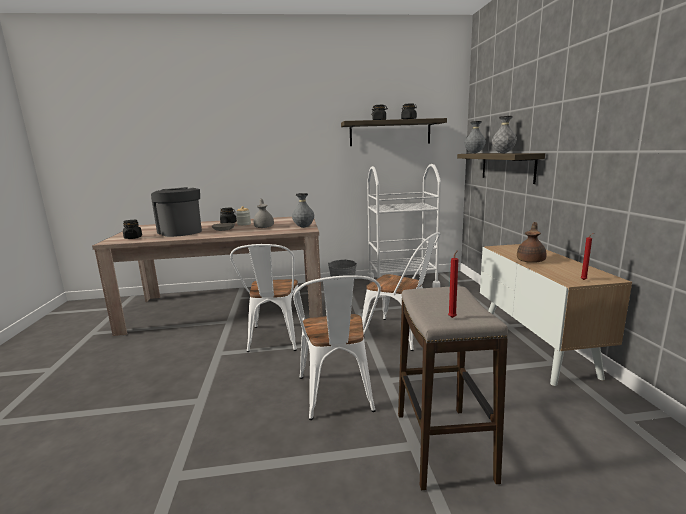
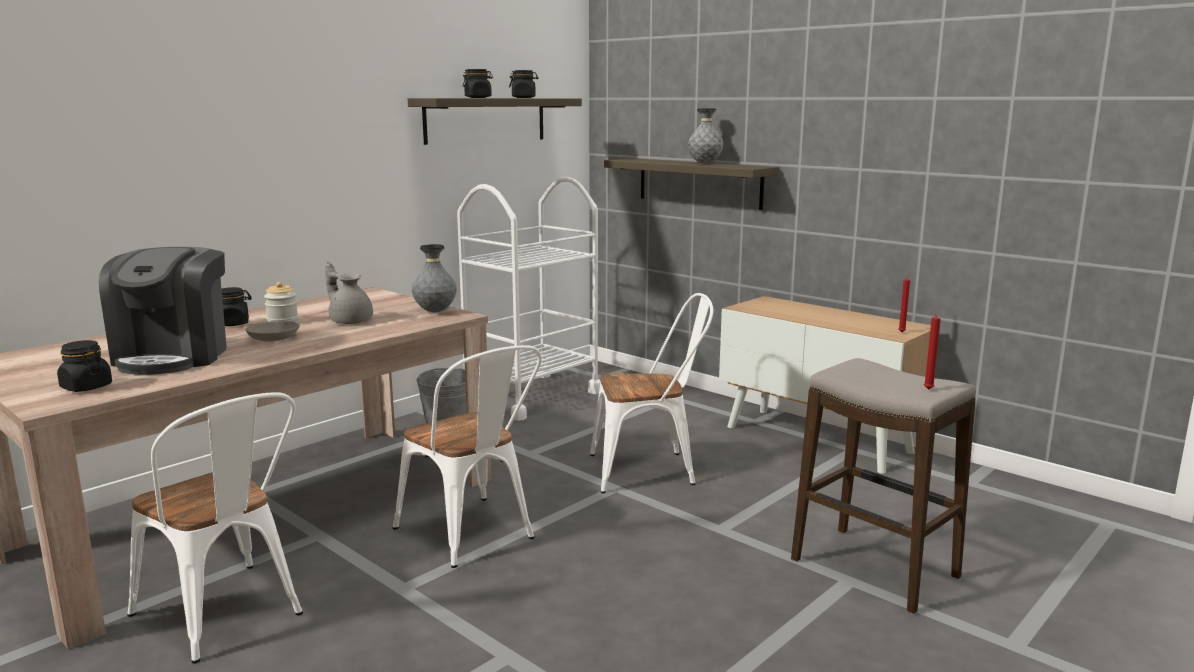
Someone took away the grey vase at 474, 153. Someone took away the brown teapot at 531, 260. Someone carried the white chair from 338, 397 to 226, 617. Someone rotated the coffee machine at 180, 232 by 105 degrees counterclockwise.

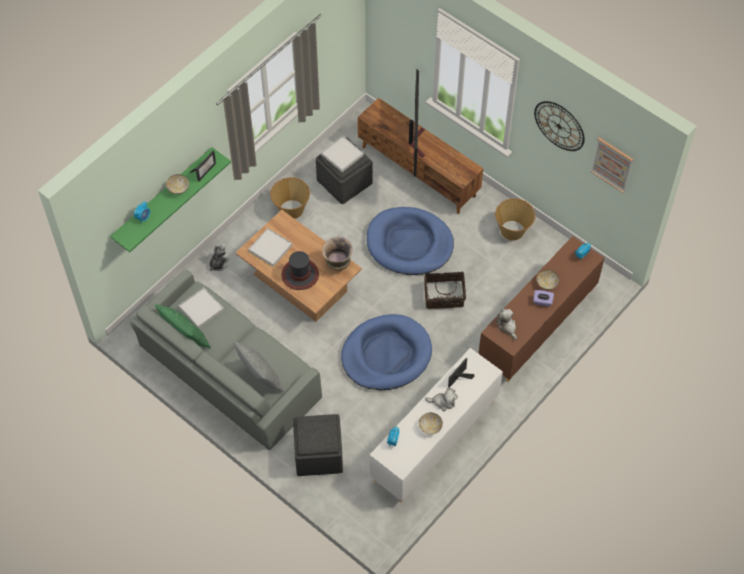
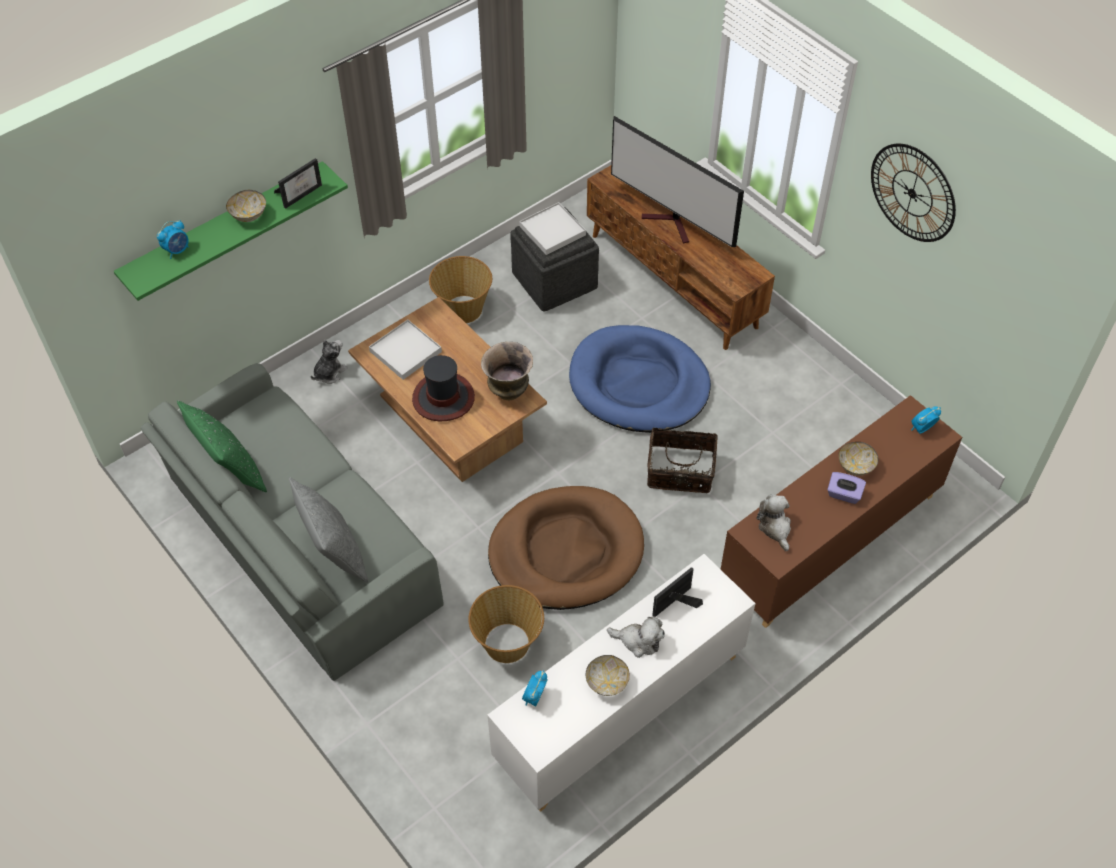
Someone took away the white tray at 201, 309. Someone took away the grey ottoman at 318, 454. Someone took away the picture at 612, 164. Someone carried the basket from 513, 230 to 508, 643. Someone repainted the blue dog bed at 386, 355, which became the brown dog bed at 566, 552. Someone rotated the television at 416, 141 by 120 degrees clockwise.

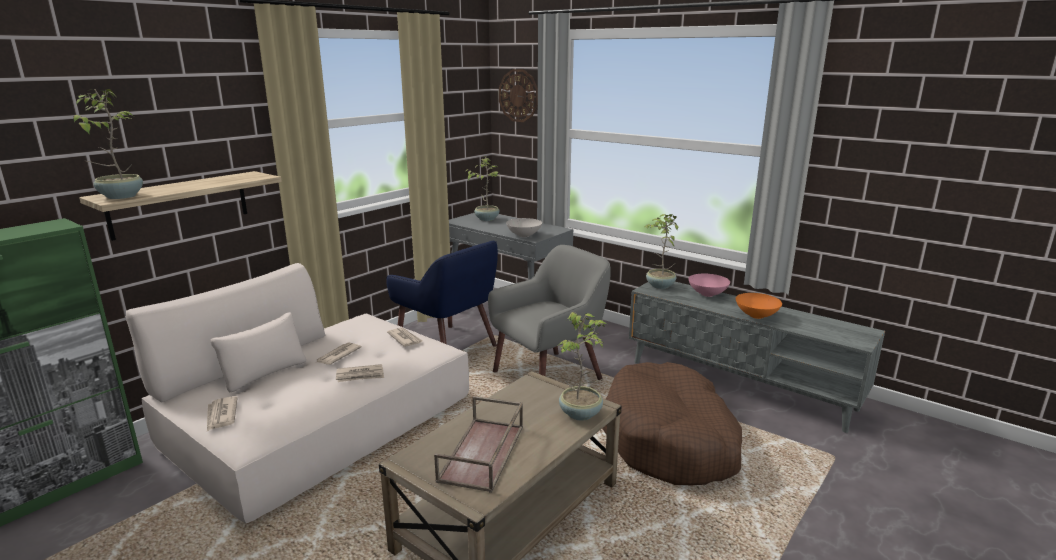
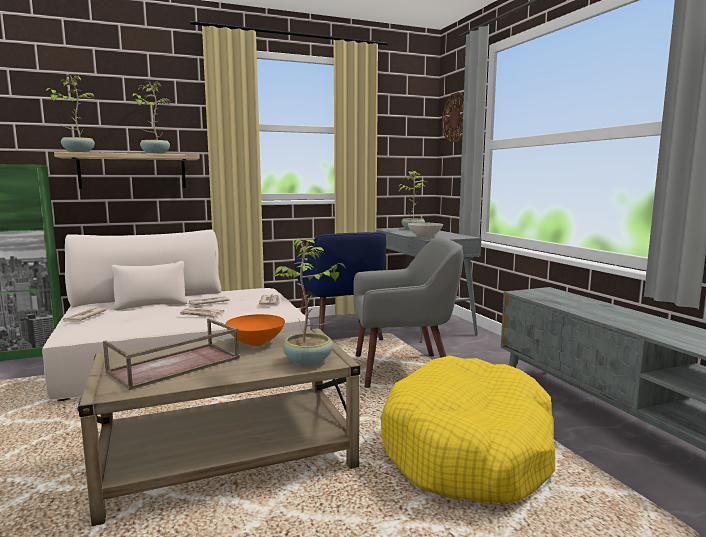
Someone took away the pink bowl at 707, 294. Someone carried the potted plant from 659, 286 to 155, 154. Someone carried the orange bowl from 755, 315 to 255, 343. Someone repainted the brown dog bed at 670, 440, which became the yellow dog bed at 468, 449.

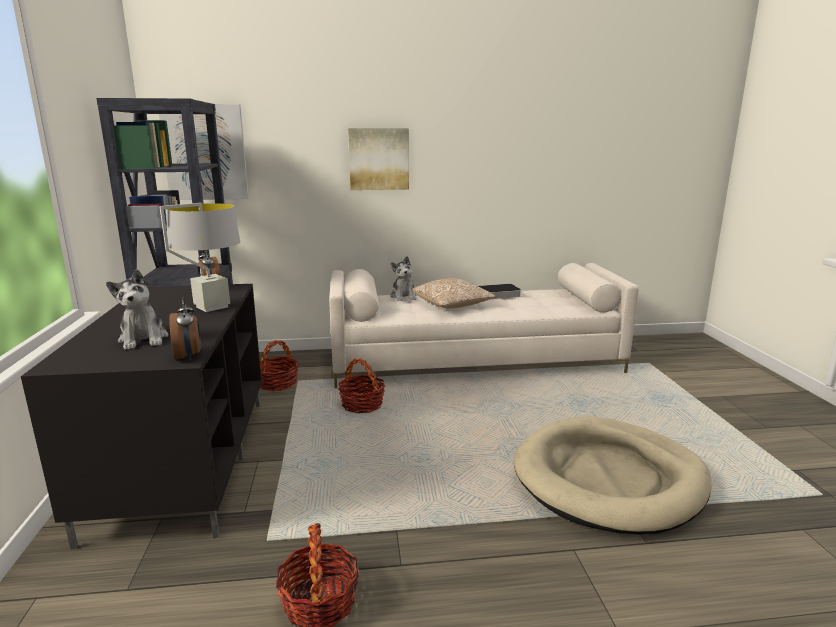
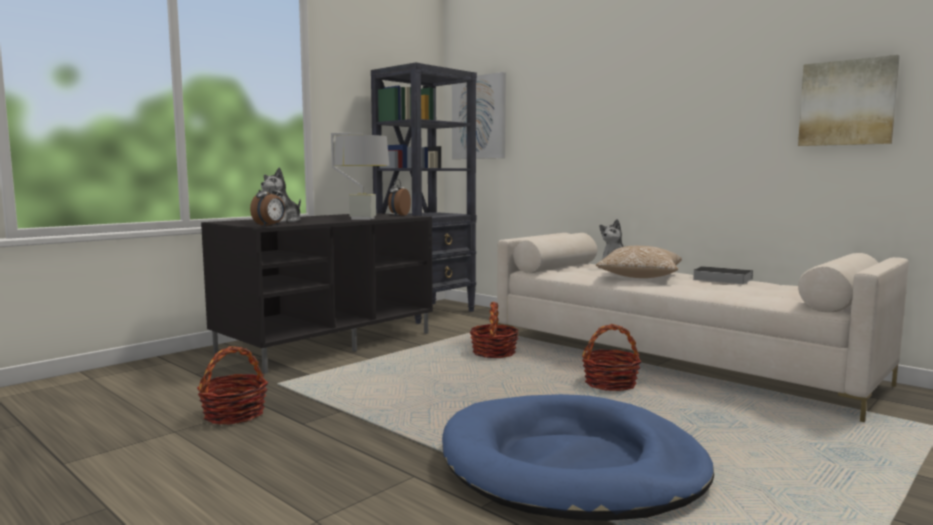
Someone carried the basket from 278, 383 to 610, 384. Someone carried the picture from 378, 159 to 847, 103. Someone repainted the beige dog bed at 609, 479, which became the blue dog bed at 571, 465.

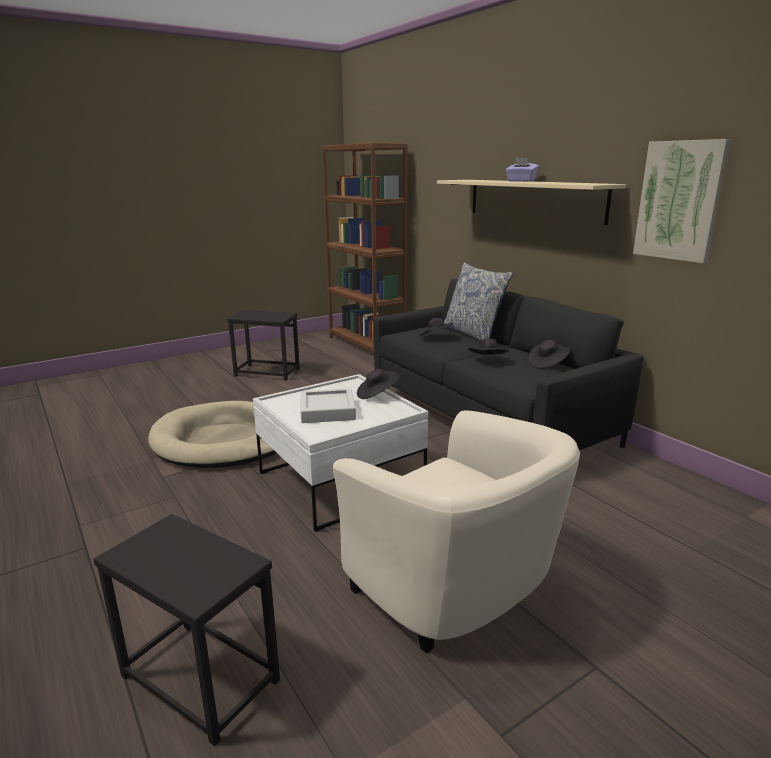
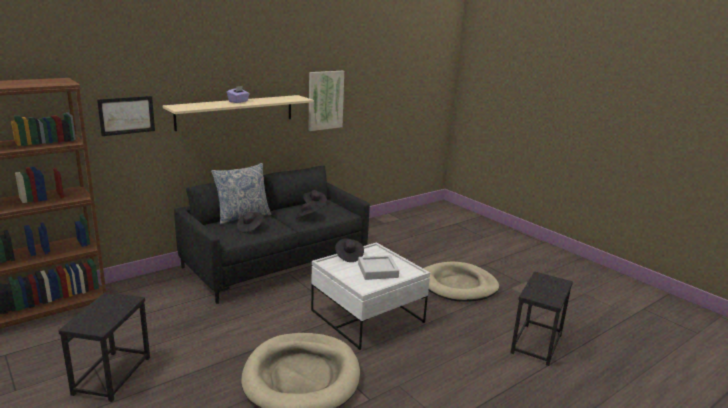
Someone put up the picture at 126, 115. Someone swapped the beige armchair at 457, 594 for the beige dog bed at 458, 285.

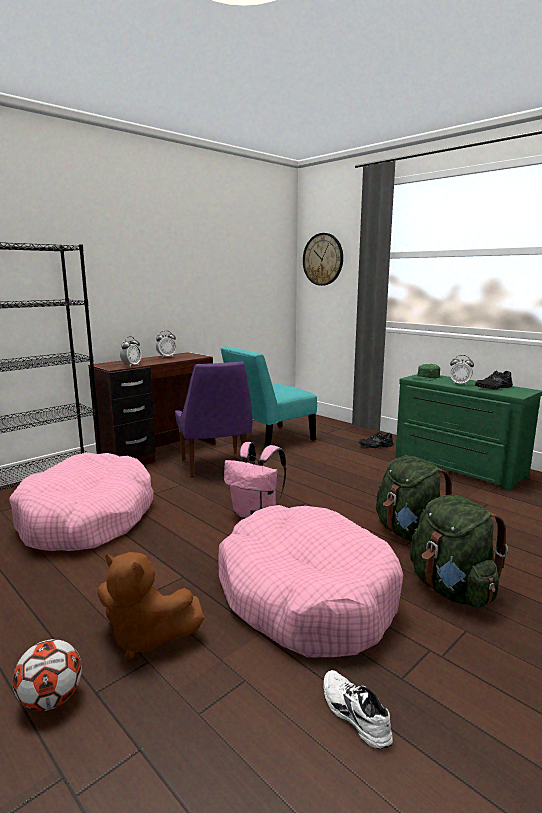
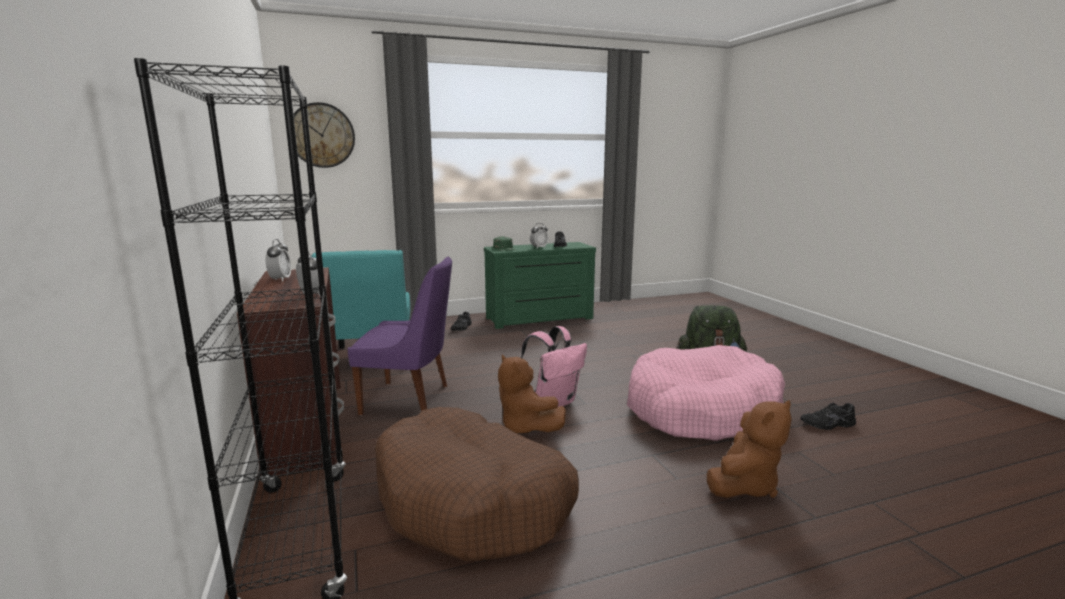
Someone took away the football at 51, 699. Someone took away the green backpack at 409, 533. Someone put down the brown plush toy at 525, 427. Someone repainted the pink dog bed at 87, 518, which became the brown dog bed at 473, 501. Someone repainted the white shoe at 353, 715, which became the black shoe at 828, 425.

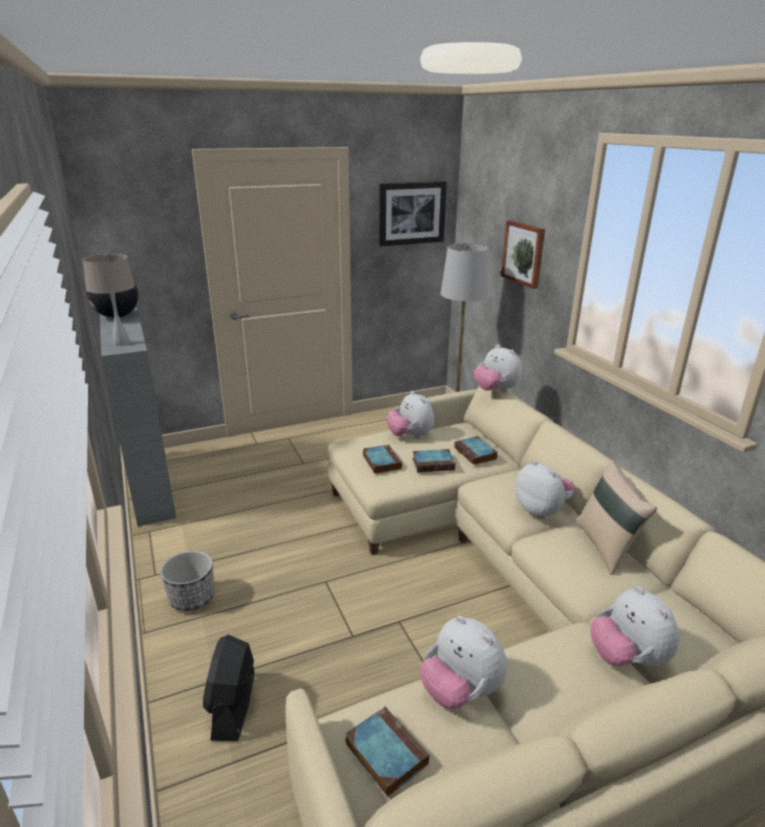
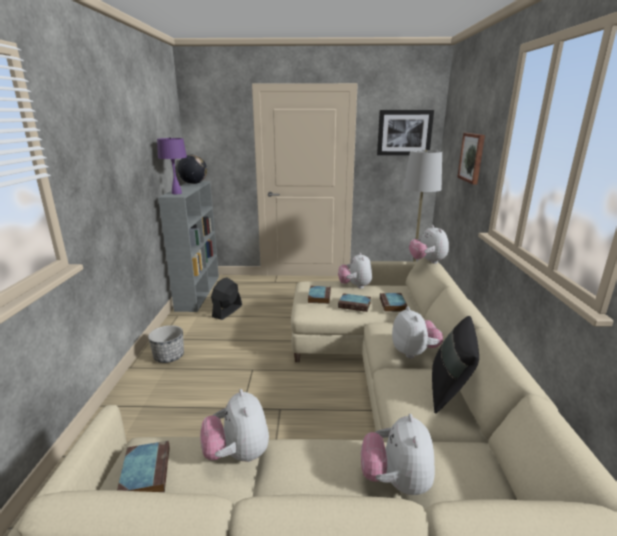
Someone carried the black fan from 233, 705 to 227, 311. Someone repainted the beige table lamp at 122, 343, which became the purple table lamp at 177, 193. Someone repainted the beige pillow at 606, 547, which became the black pillow at 449, 392.

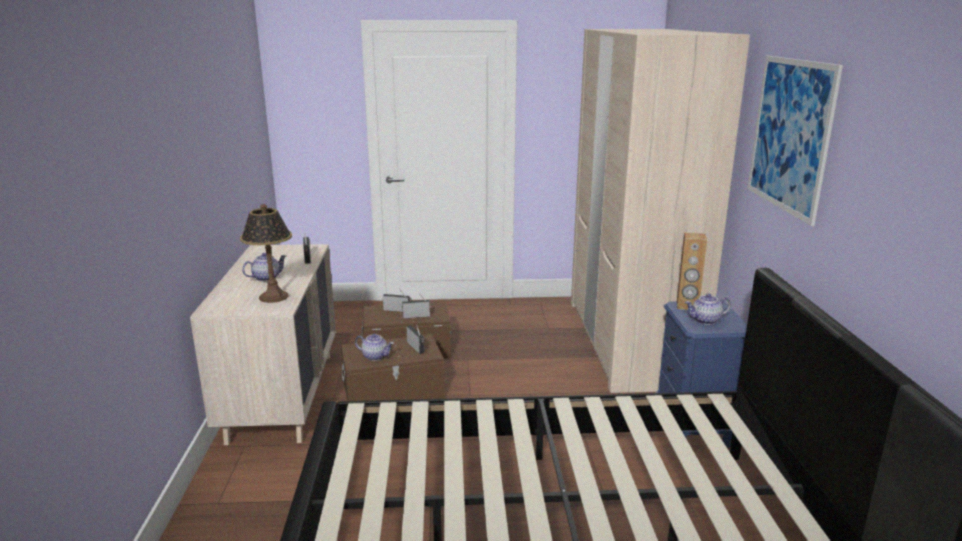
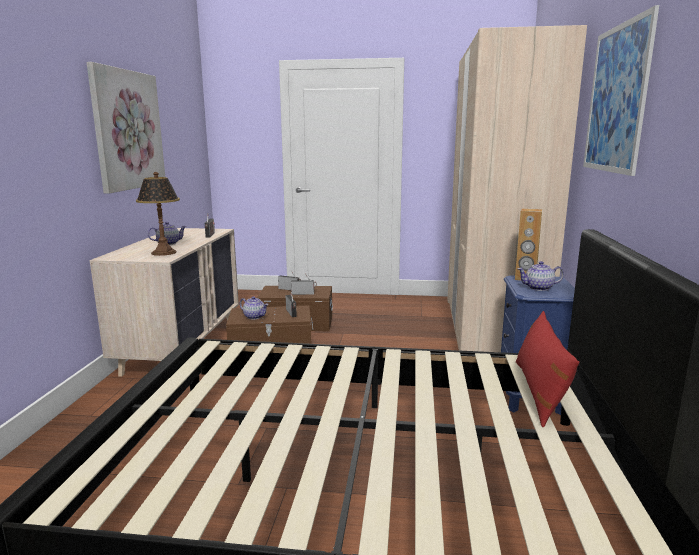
Someone put up the picture at 128, 130. Someone put down the red pillow at 540, 391.

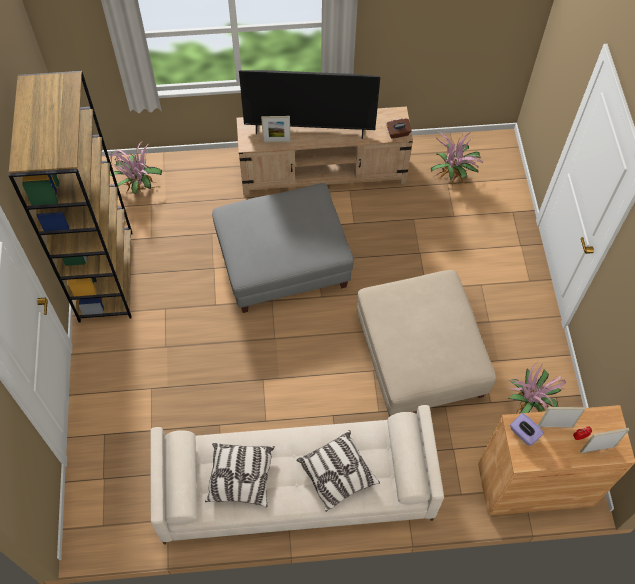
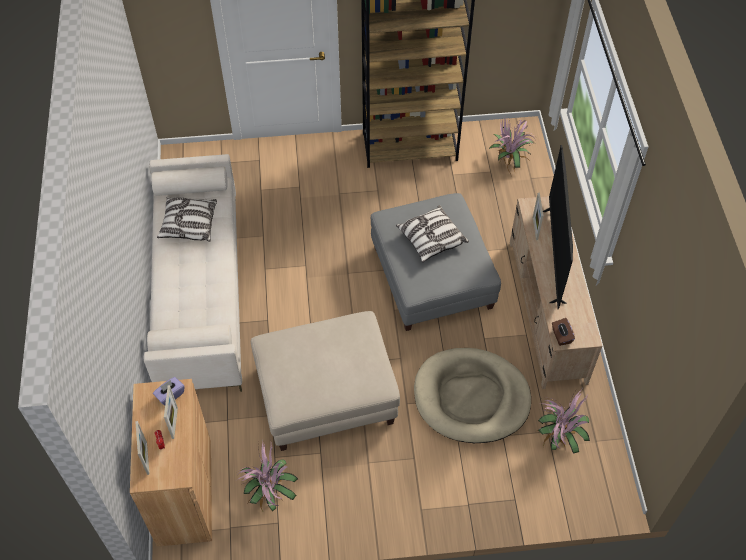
Someone put down the beige dog bed at 471, 398. Someone carried the pillow from 337, 474 to 431, 239.

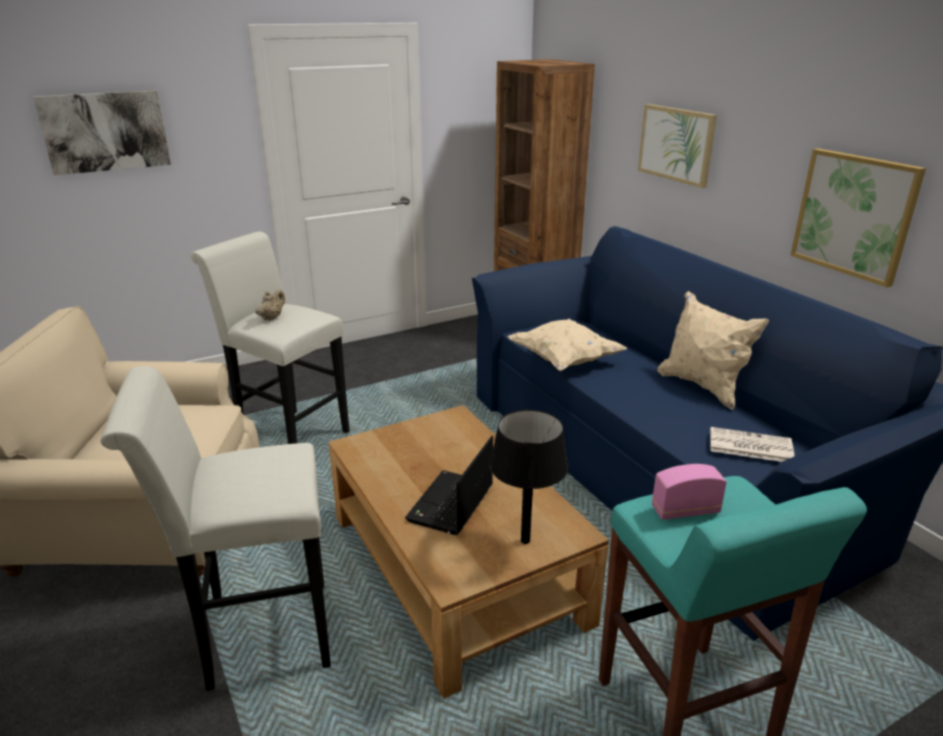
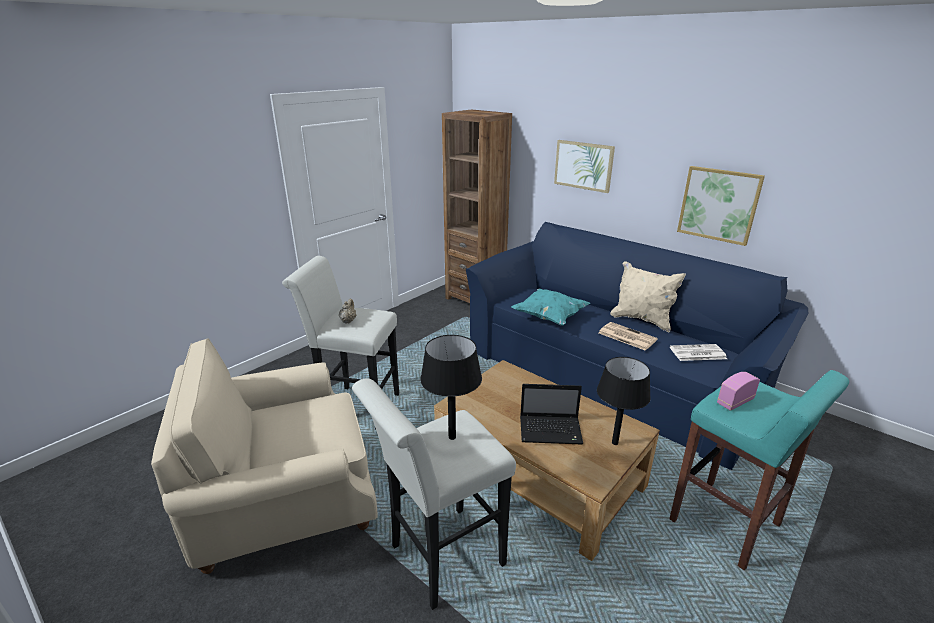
Someone took away the picture at 105, 131. Someone put down the black table lamp at 452, 437. Someone put down the newspaper at 626, 336. Someone repainted the beige pillow at 563, 361, which became the turquoise pillow at 549, 317. Someone rotated the laptop at 450, 505 by 90 degrees counterclockwise.

